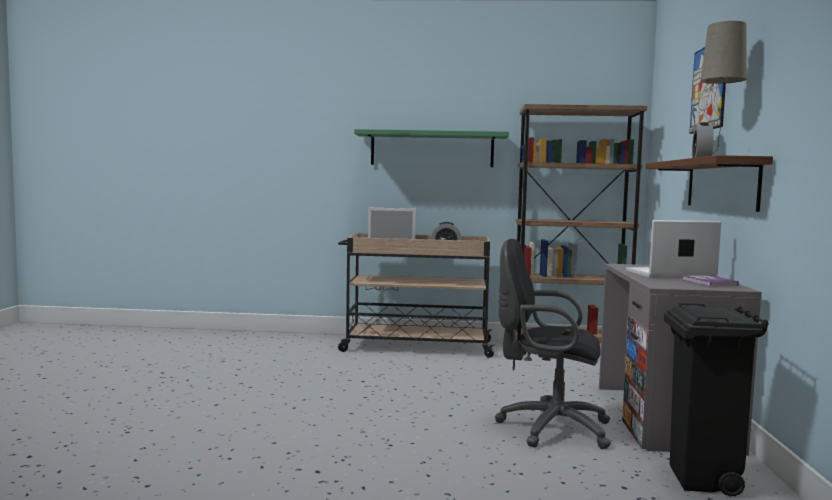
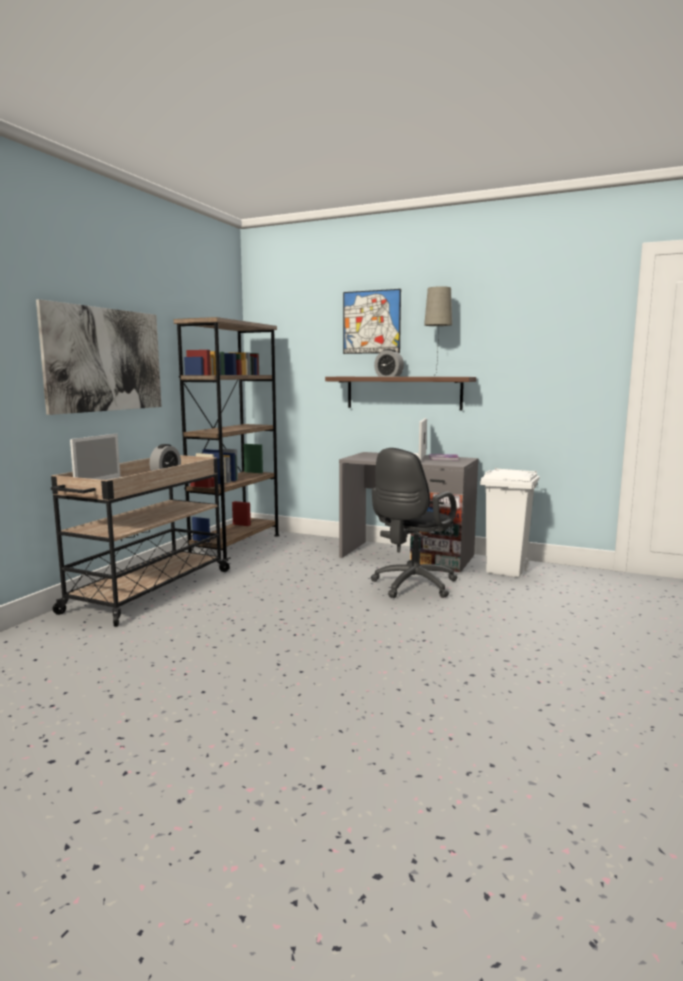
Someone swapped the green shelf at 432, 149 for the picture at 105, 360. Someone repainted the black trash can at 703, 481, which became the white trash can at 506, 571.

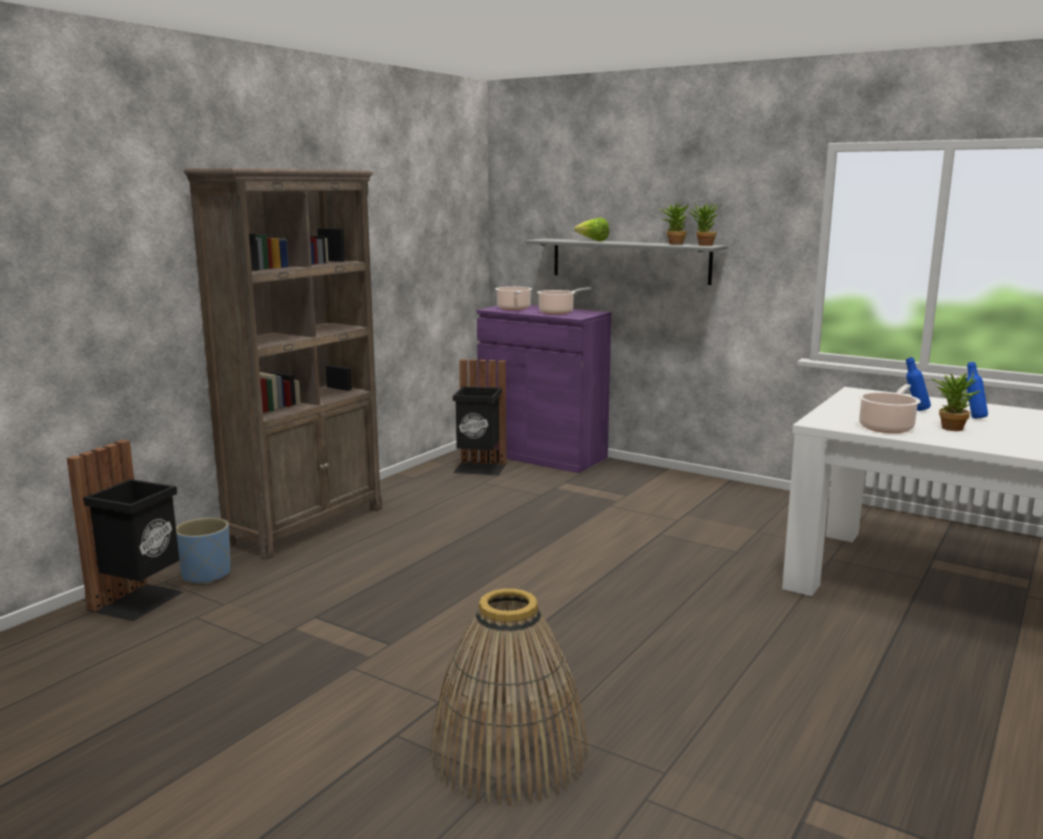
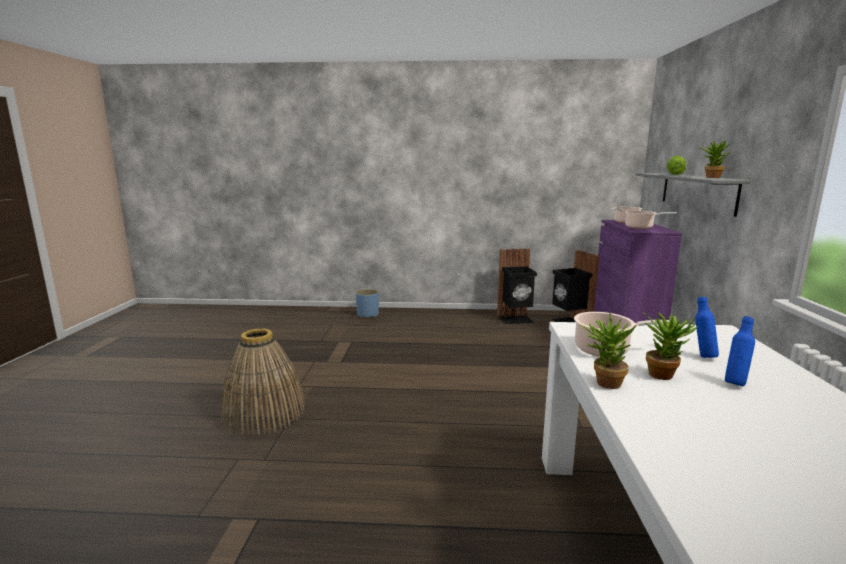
Someone took away the brown bookcase at 307, 525. Someone carried the black trash can from 140, 601 to 516, 319. Someone carried the potted plant from 703, 245 to 603, 382.

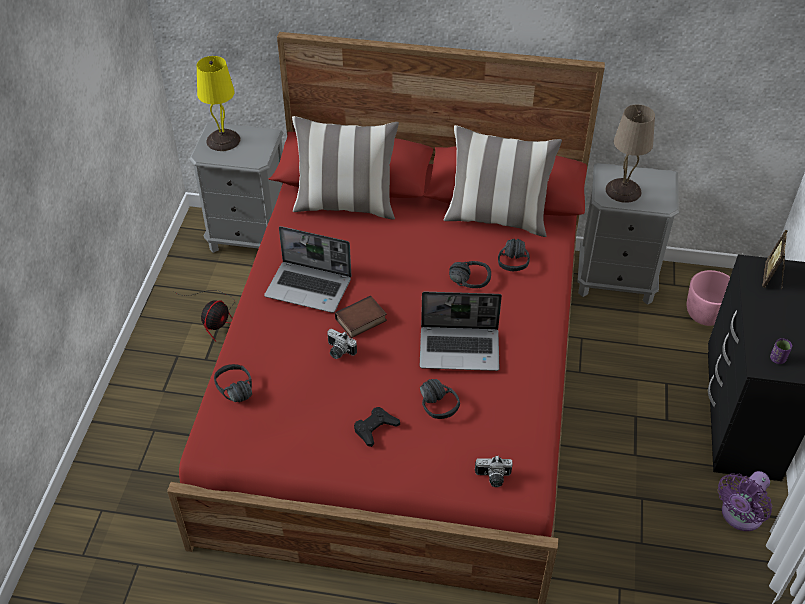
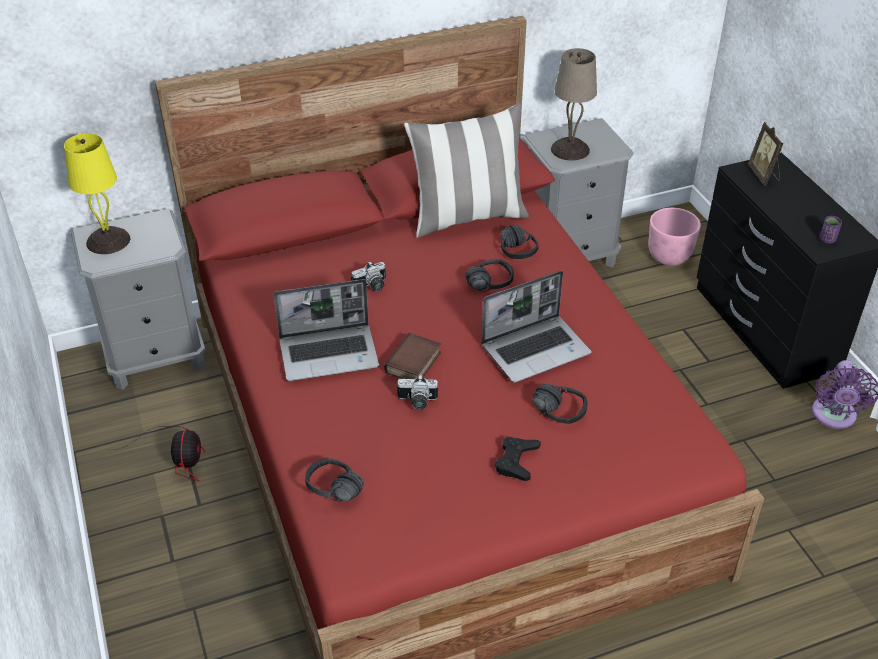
Someone took away the pillow at 346, 205. Someone carried the photo camera from 493, 478 to 372, 286.

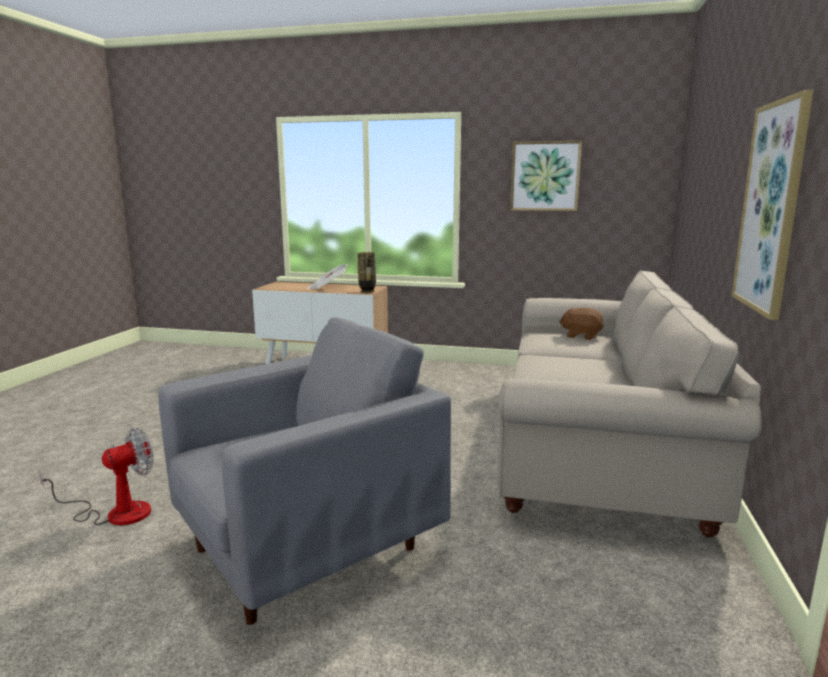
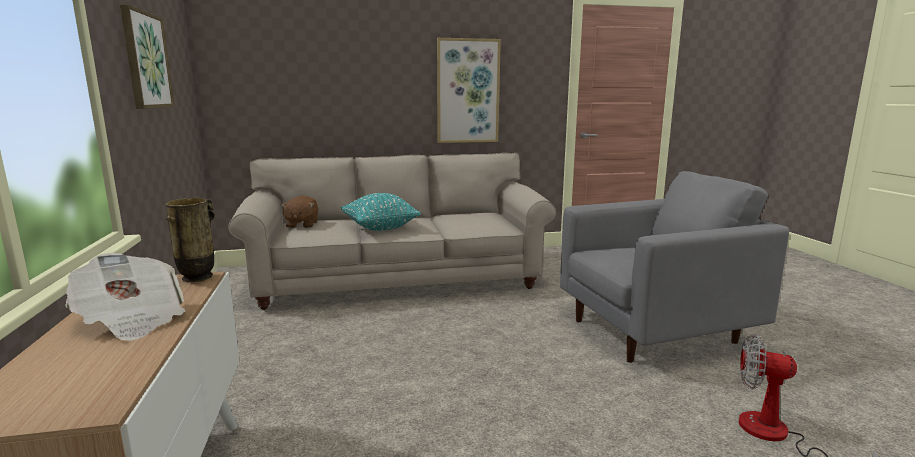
Someone put down the turquoise pillow at 380, 228. Someone rotated the grey armchair at 307, 549 by 135 degrees clockwise.

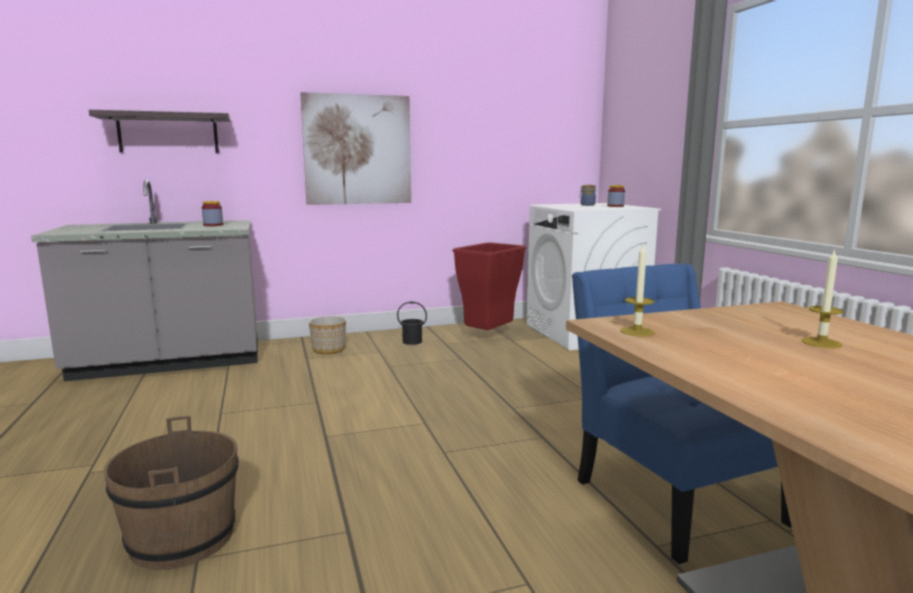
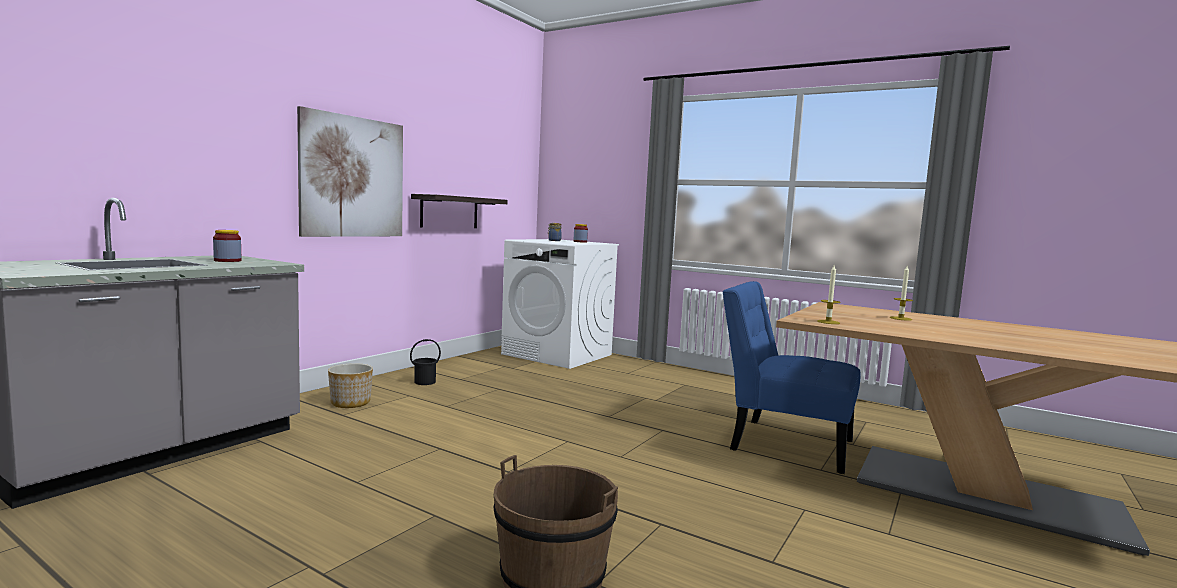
Someone took away the red trash can at 488, 337. Someone carried the shelf from 168, 133 to 449, 212.

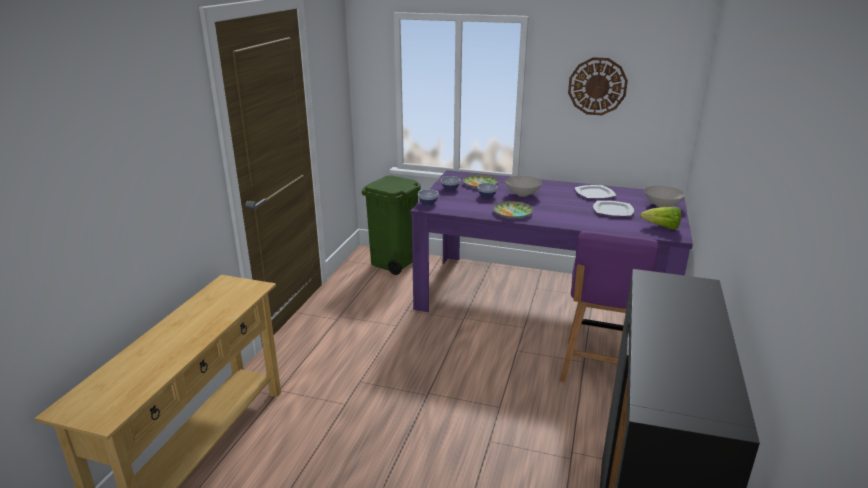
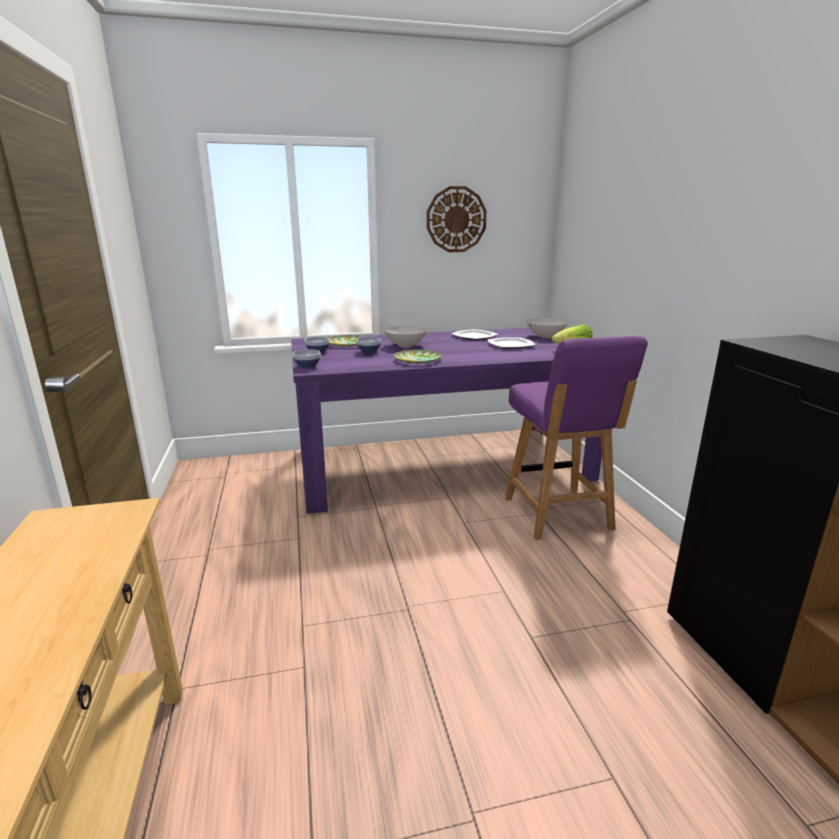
Someone took away the green trash can at 394, 262.

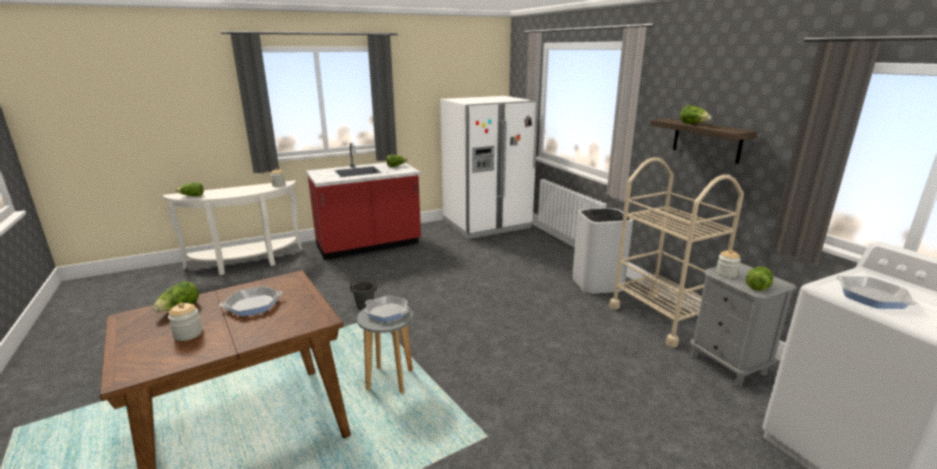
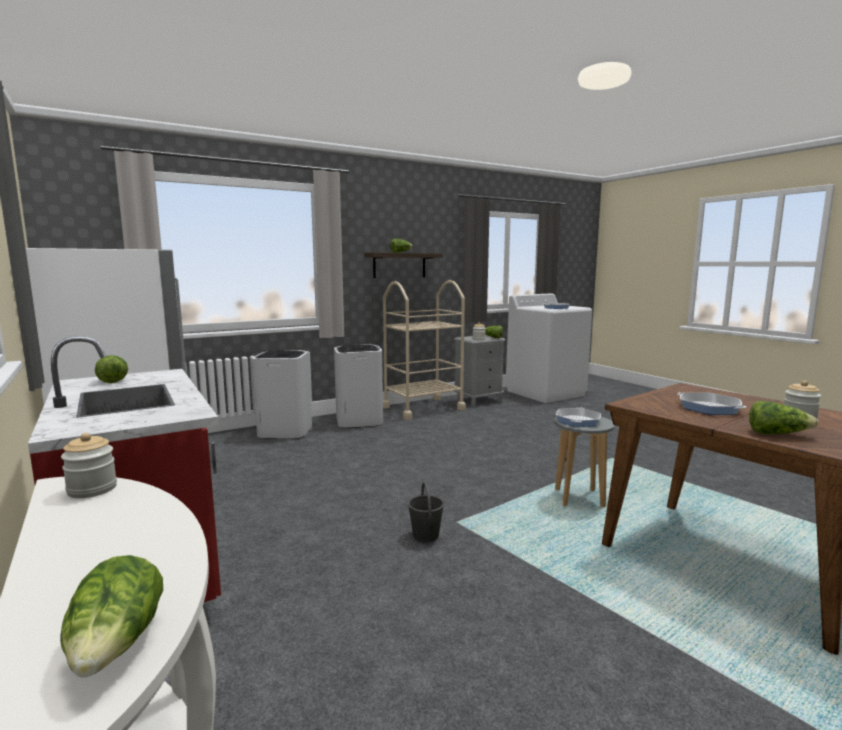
Someone put down the white trash can at 285, 431.

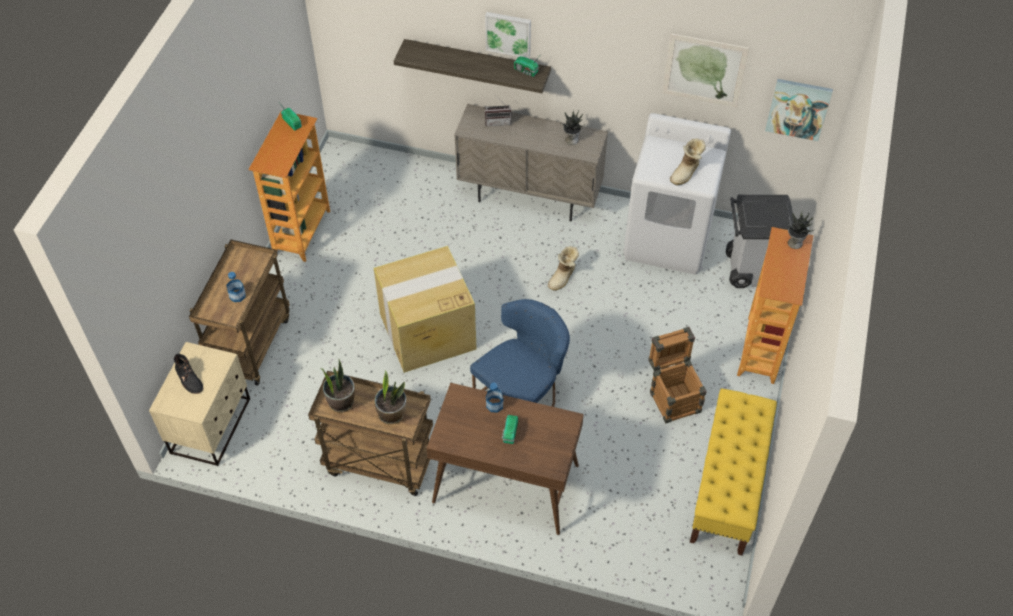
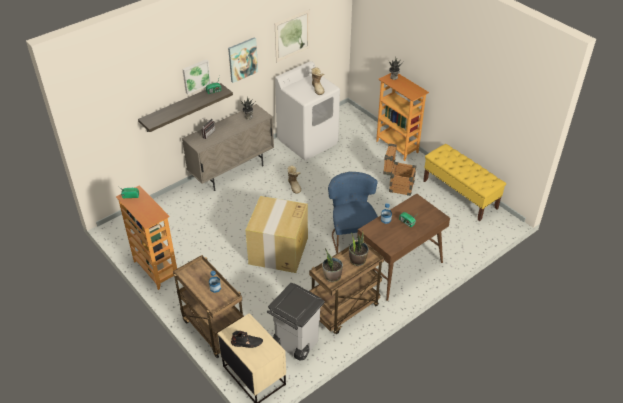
Someone carried the grey trash can from 748, 269 to 295, 343. Someone carried the picture from 798, 108 to 242, 59.

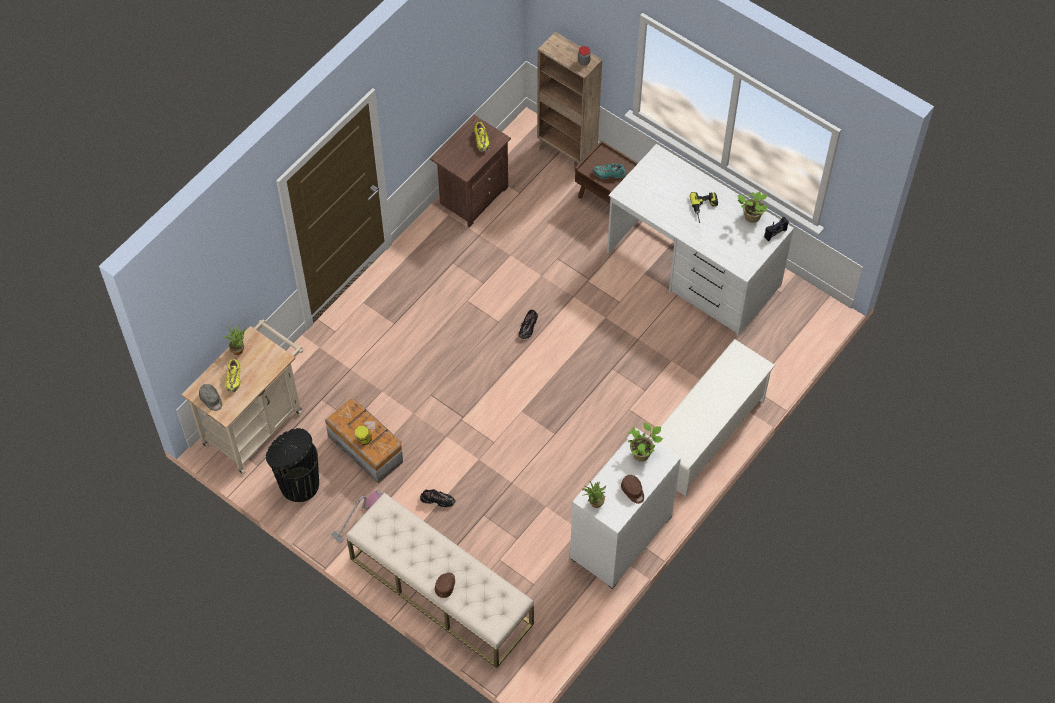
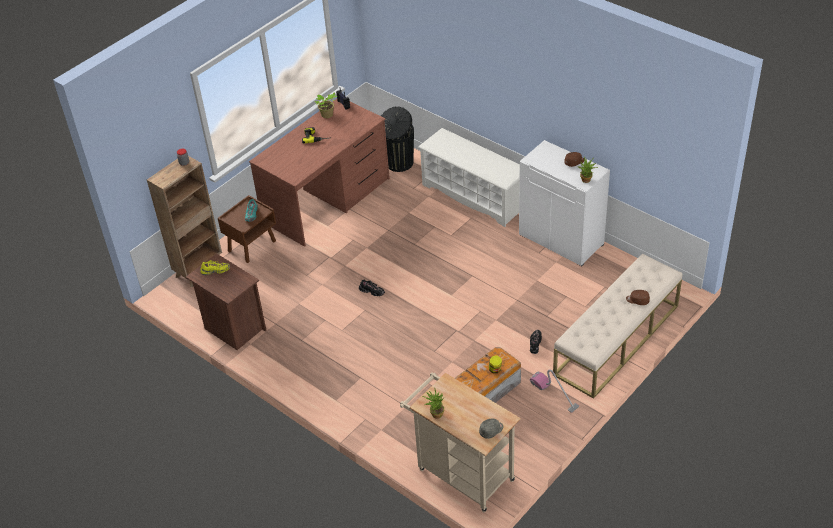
Someone took away the yellow shoe at 234, 378. Someone took away the potted plant at 642, 453. Someone carried the black trash can from 298, 483 to 399, 163. Someone repainted the white desk at 693, 269, which became the brown desk at 327, 200.

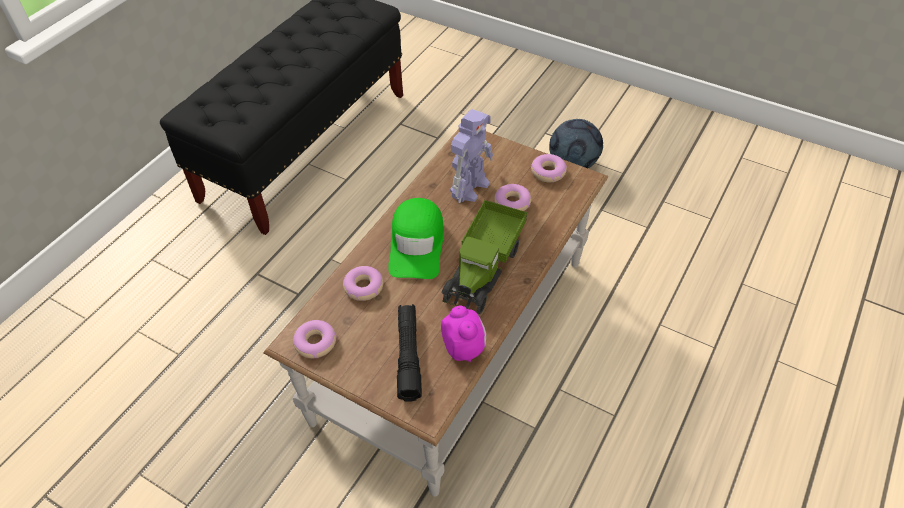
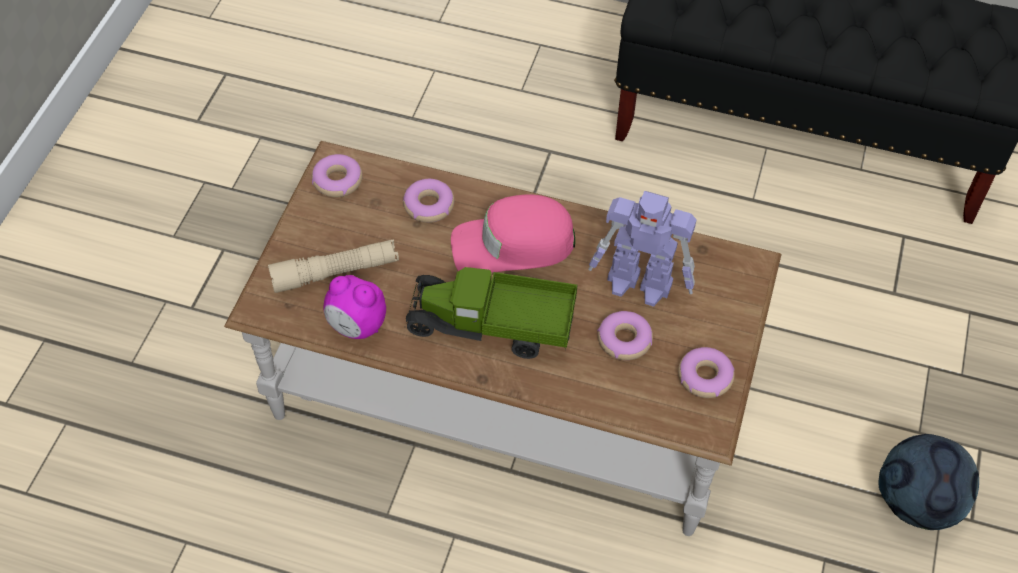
Someone repainted the green cap at 417, 245, which became the pink cap at 512, 245. Someone repainted the black flashlight at 408, 356, which became the beige flashlight at 335, 272. Someone rotated the alarm clock at 464, 348 by 60 degrees clockwise.

